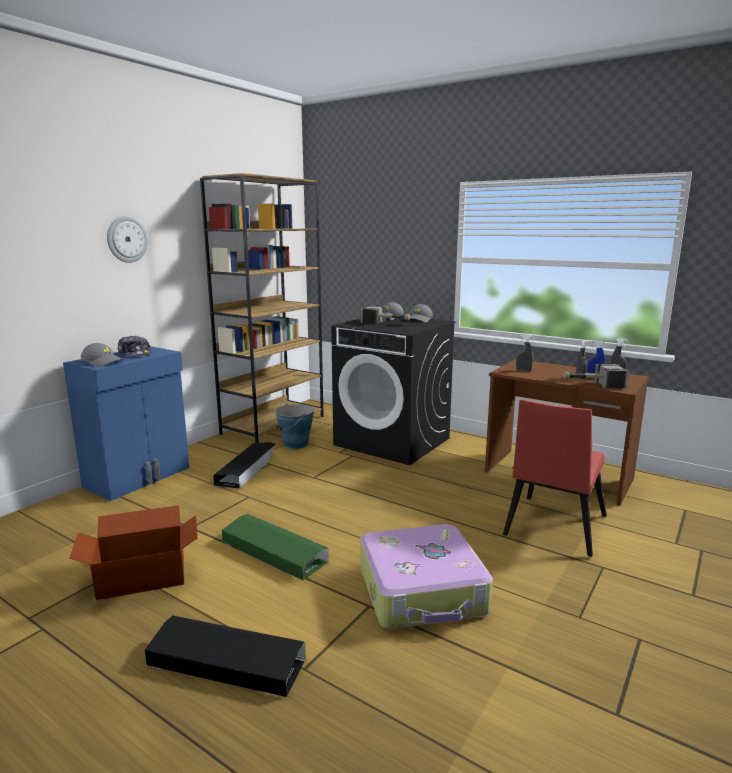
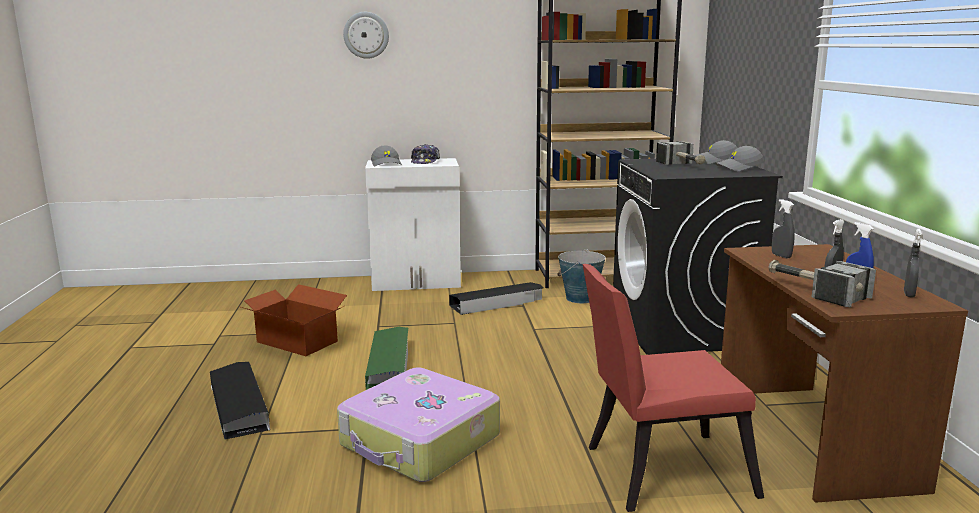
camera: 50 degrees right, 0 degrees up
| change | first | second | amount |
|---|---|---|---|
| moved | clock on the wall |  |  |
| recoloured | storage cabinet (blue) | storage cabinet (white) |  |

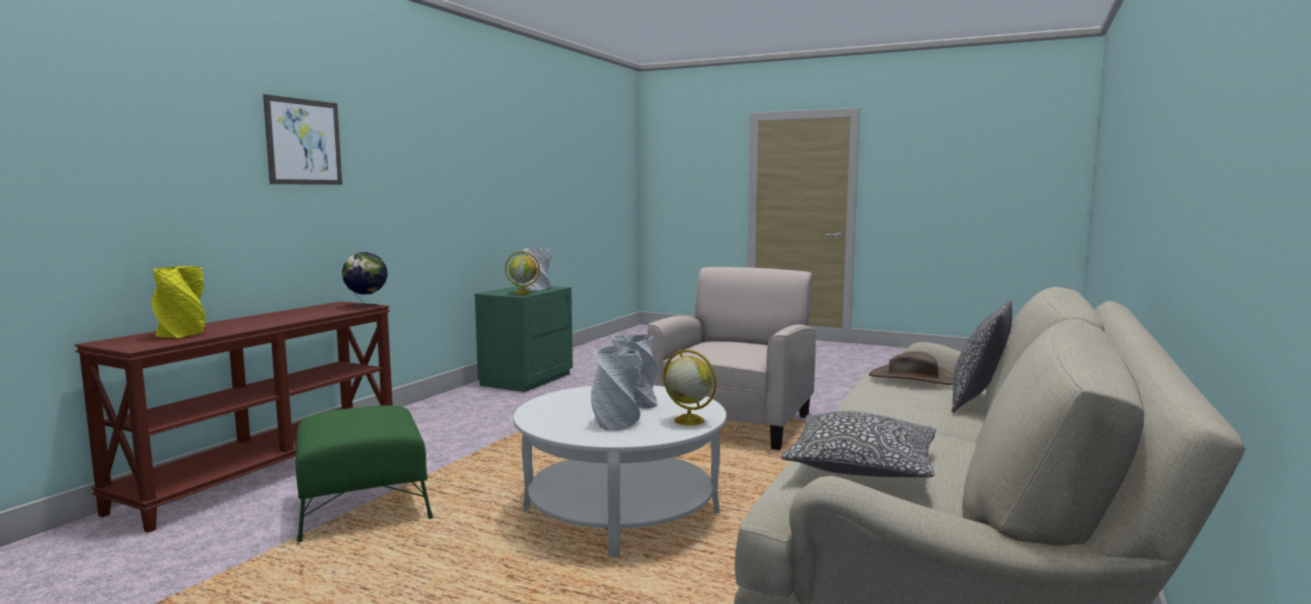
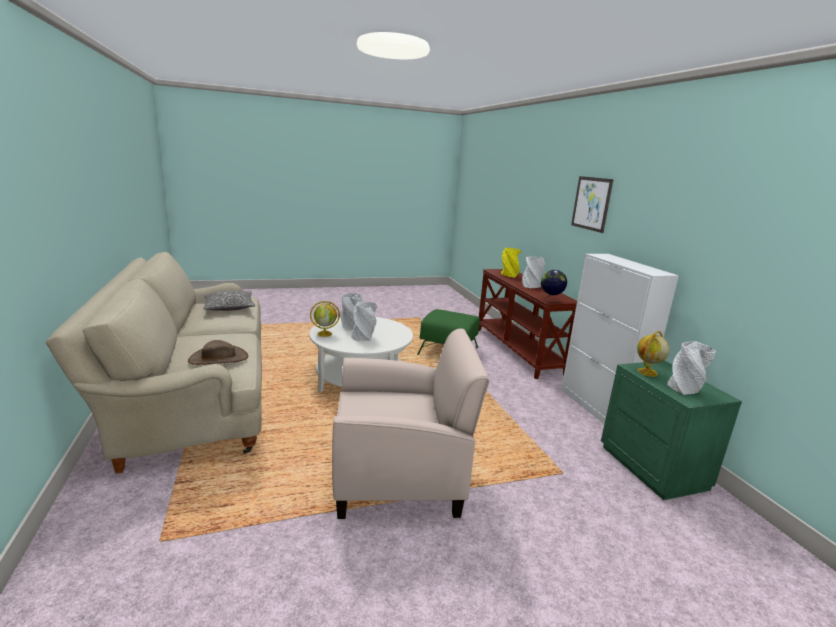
camera: 135 degrees right, 10 degrees up
| change | first | second | amount |
|---|---|---|---|
| turned | armchair (beige-coloured) |  | 75 degrees counterclockwise |
| removed | pillow (2nd from left) |  |  |
| added |  | storage cabinet (white) |  |
| added |  | vase (gray) (3rd from left) |  |

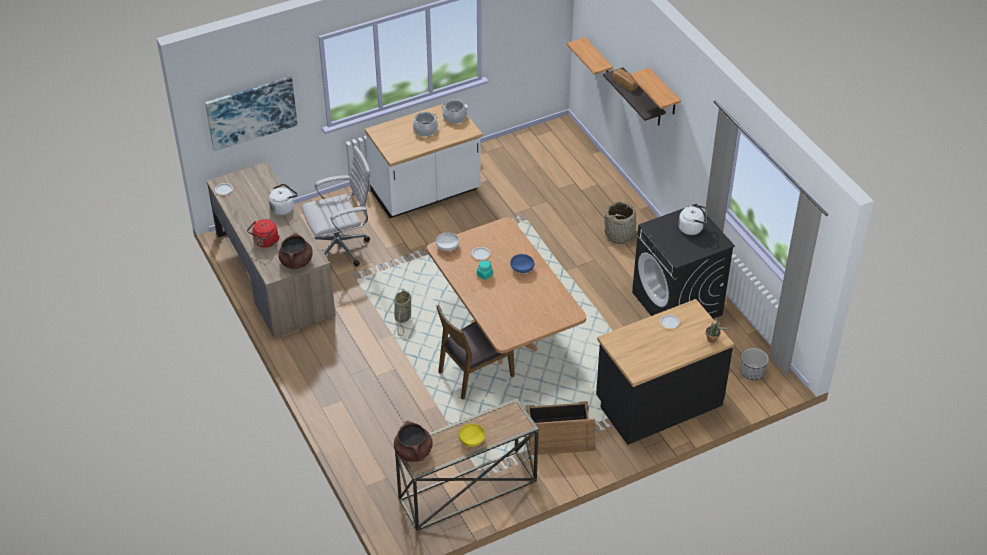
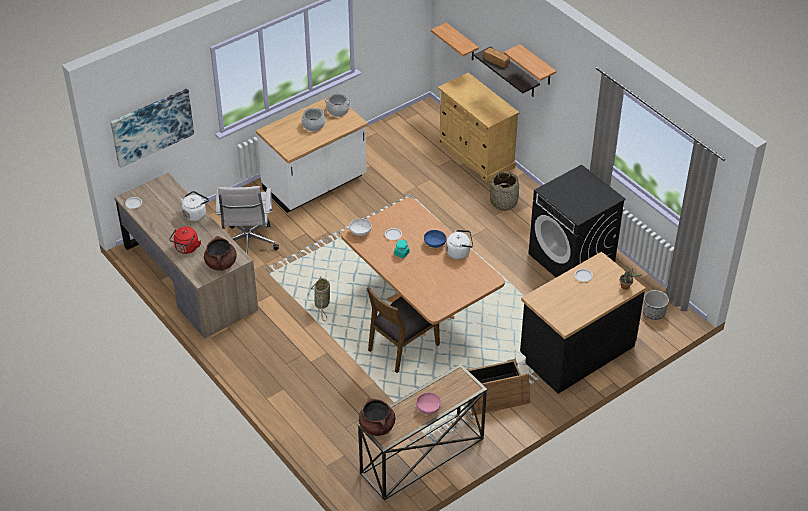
camera: 10 degrees left, 0 degrees up
| change | first | second | amount |
|---|---|---|---|
| turned | desk chair (white) |  | 120 degrees clockwise |
| moved | kettle (white) (2nd from left) |  |  |
| recoloured | deep dish (yellow-coloured) | deep dish (pinkish) |  |
| added |  | storage cabinet (beige-coloured) |  |

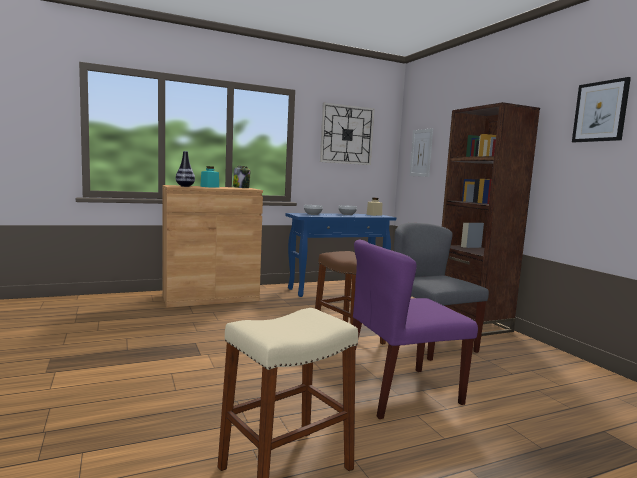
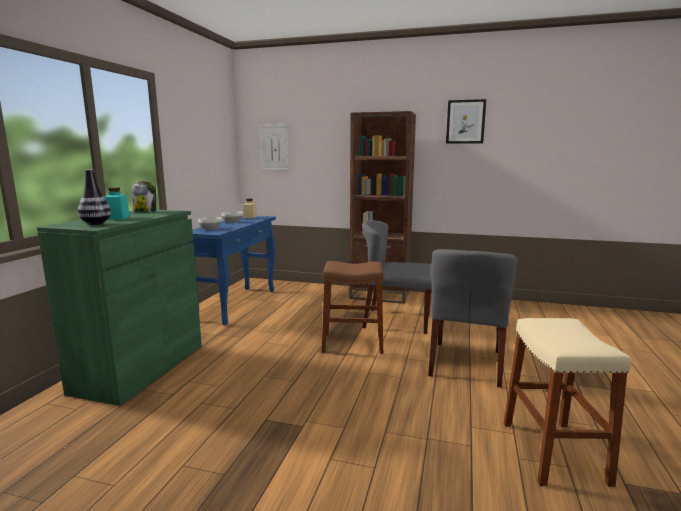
camera: 50 degrees left, 5 degrees up
| change | first | second | amount |
|---|---|---|---|
| removed | clock on the wall |  |  |
| recoloured | storage cabinet (brownish) | storage cabinet (greenish) |  |
| recoloured | chair (purple-coloured) | chair (gray) (2nd from left) |  |

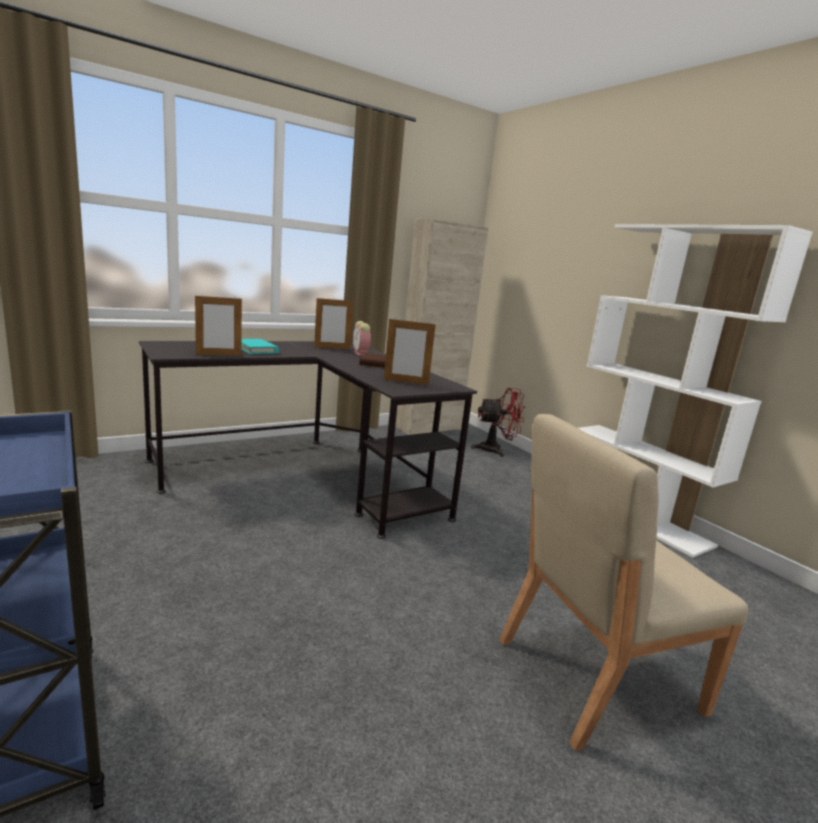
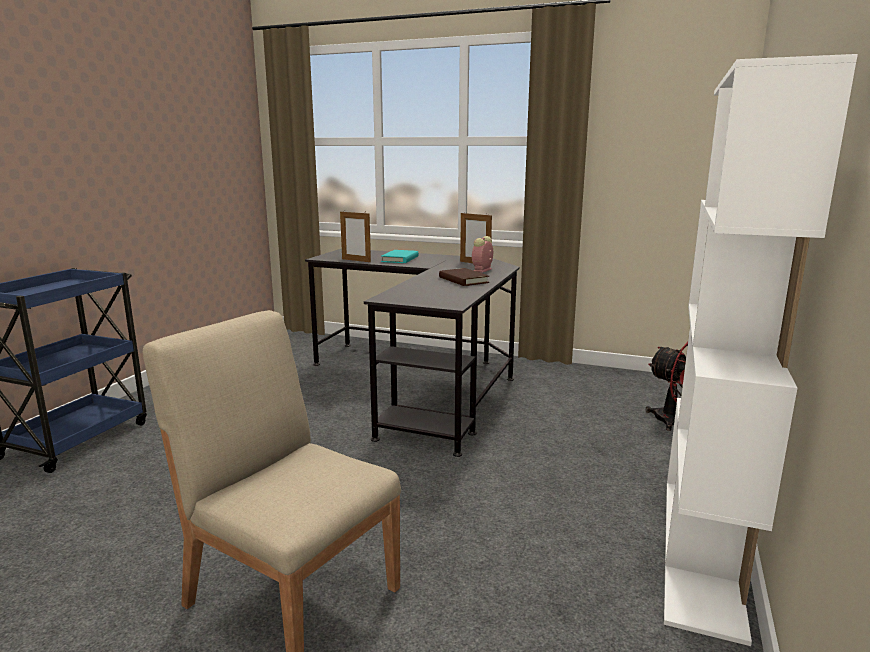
camera: 55 degrees right, 0 degrees up
| change | first | second | amount |
|---|---|---|---|
| removed | storage cabinet (beige-coloured) |  |  |
| removed | standing frame (3rd from left) |  |  |

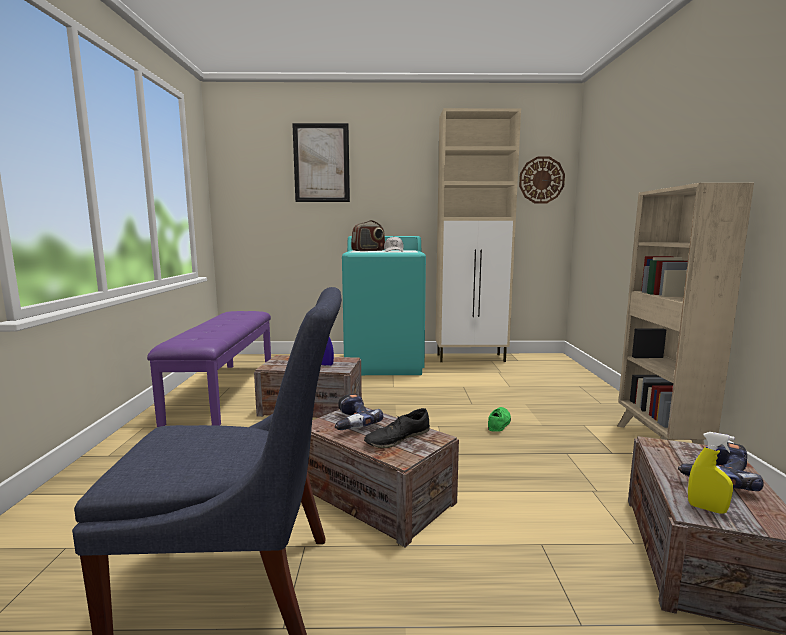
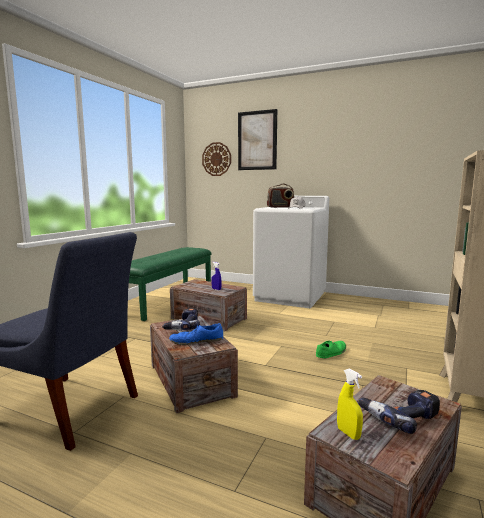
camera: 25 degrees right, 0 degrees up
| change | first | second | amount |
|---|---|---|---|
| removed | storage cabinet (beige-coloured) |  |  |
| moved | clock on the wall |  |  |
| recoloured | washing machine (blue-green) | washing machine (white) |  |
| recoloured | indoor bench (purple-coloured) | indoor bench (greenish) |  |
| recoloured | shoe (blackish) | shoe (blue) |  |

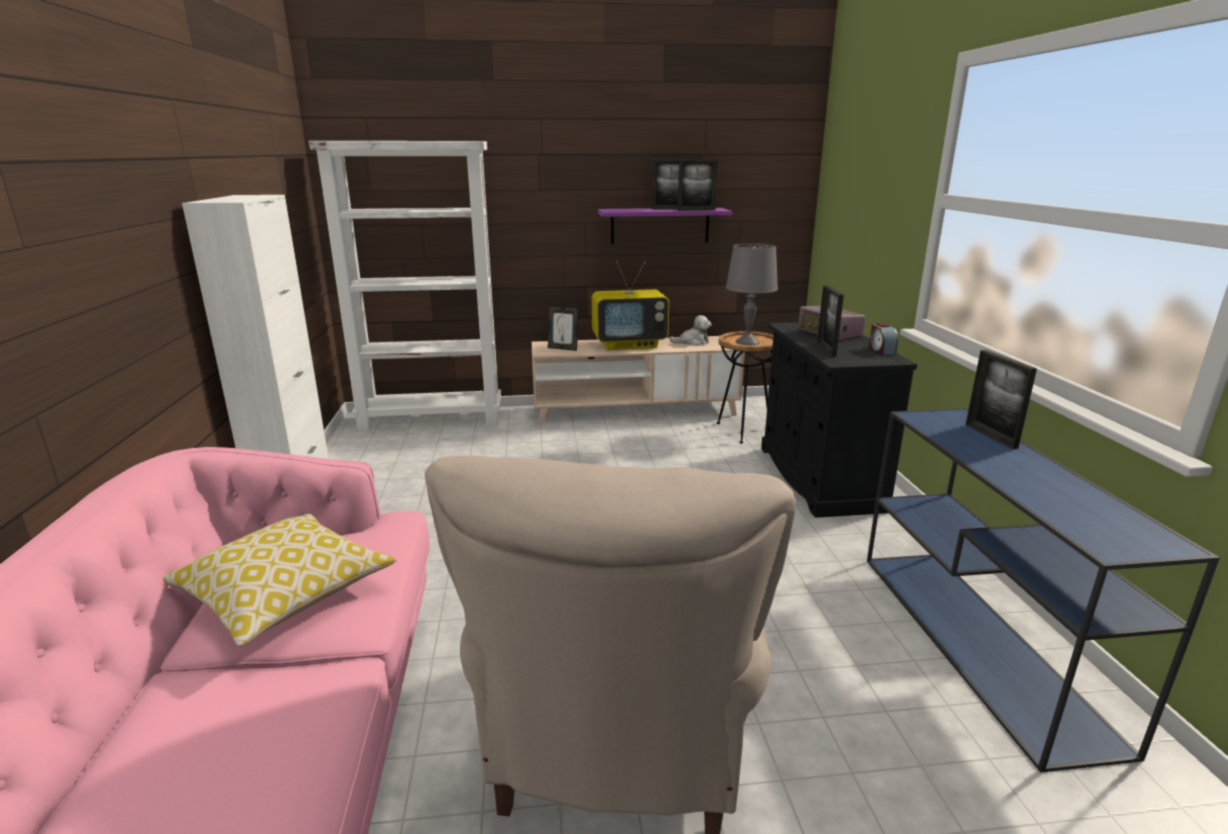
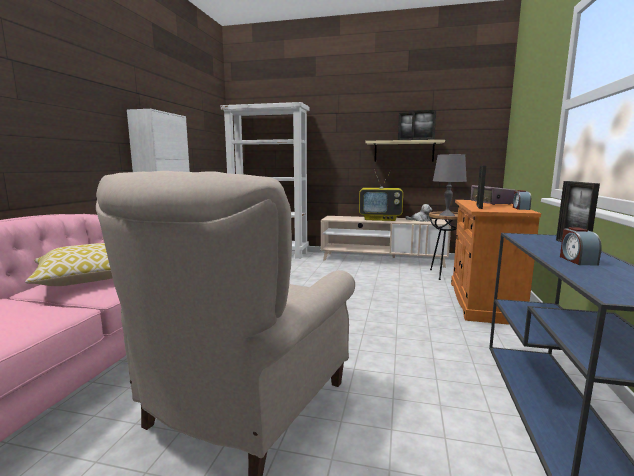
camera: 20 degrees right, 10 degrees down
| change | first | second | amount |
|---|---|---|---|
| recoloured | shelf (purple-coloured) | shelf (beige-coloured) |  |
| removed | standing frame (1st from left) |  |  |
| recoloured | storage cabinet (blackish) | storage cabinet (orangey) |  |
| added |  | table clock (2nd from left) |  |

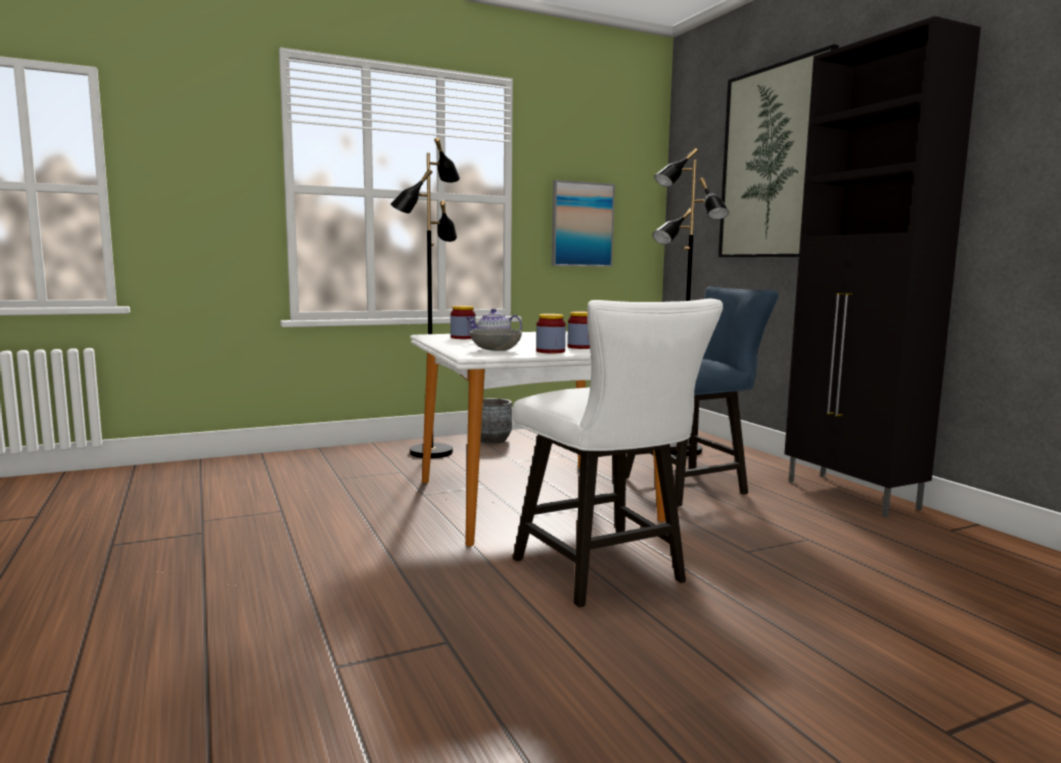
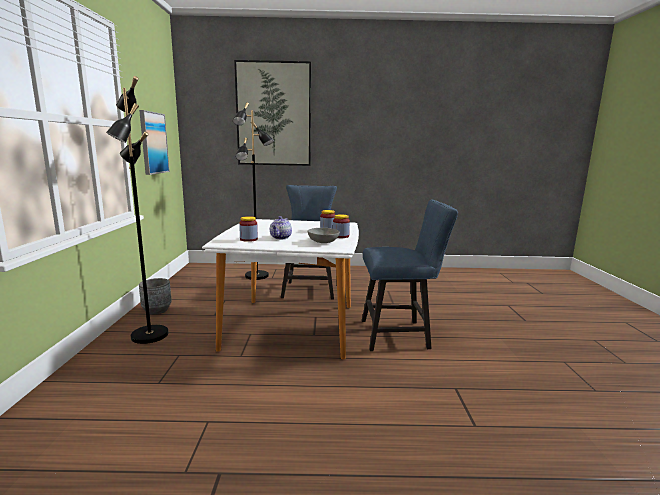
camera: 65 degrees left, 5 degrees up
| change | first | second | amount |
|---|---|---|---|
| removed | storage cabinet (blackish) |  |  |
| recoloured | chair (white) | chair (blue) (2nd from left) |  |

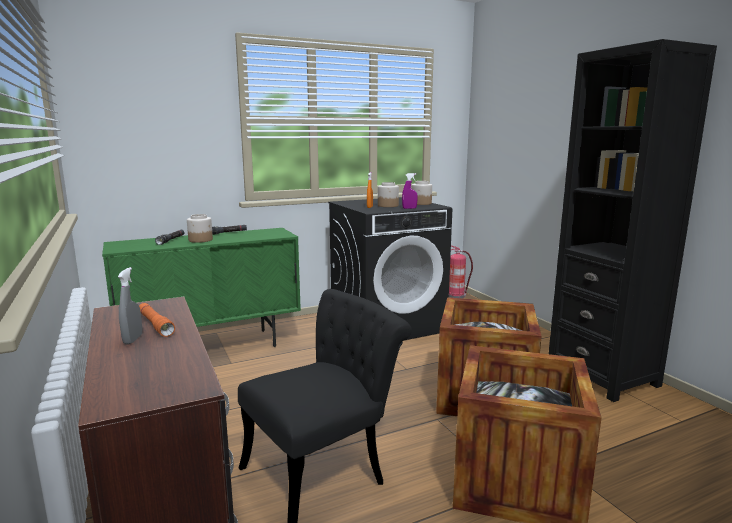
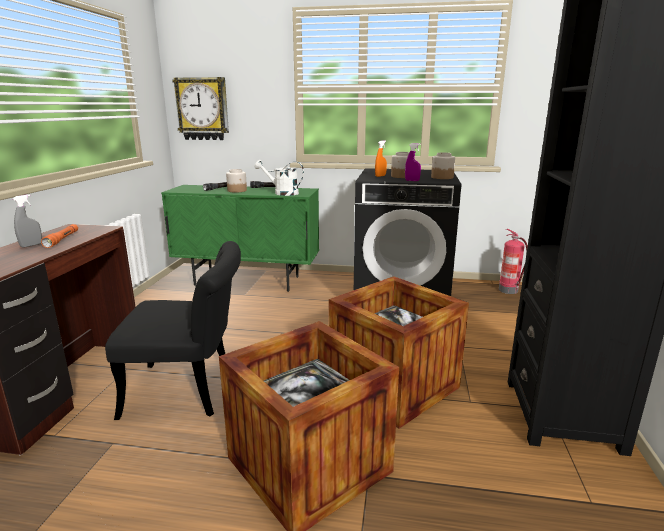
camera: 35 degrees right, 5 degrees up
| change | first | second | amount |
|---|---|---|---|
| added |  | clock on the wall |  |
| added |  | sprinkling can (white) |  |

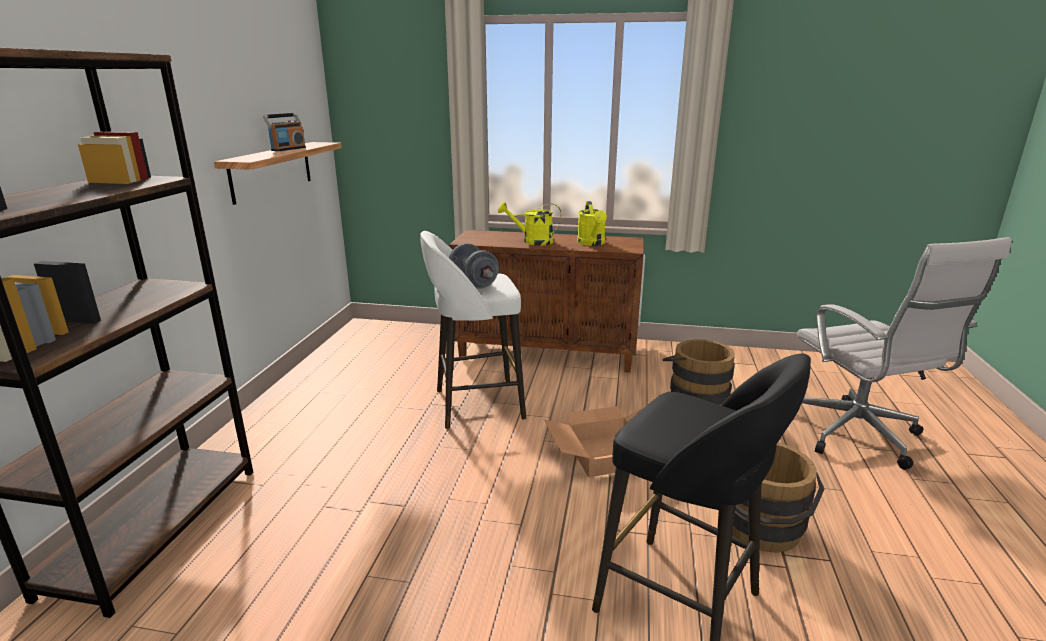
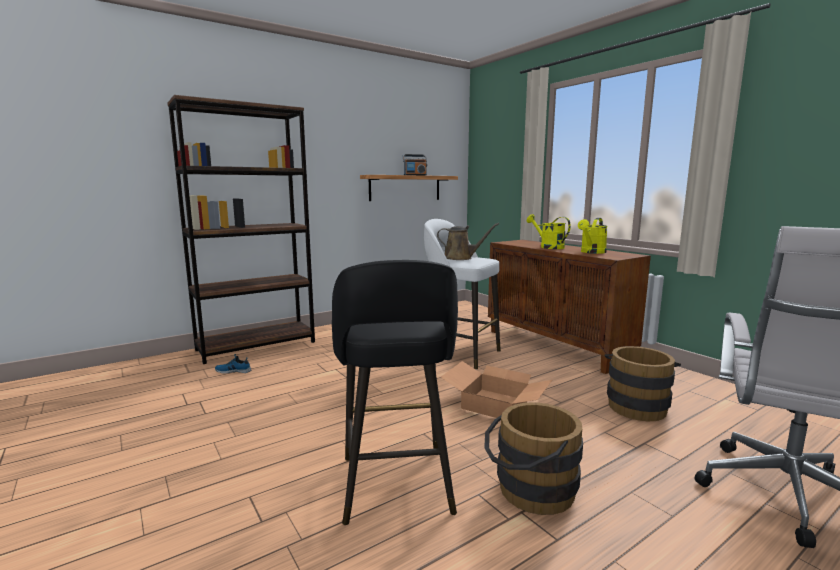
camera: 45 degrees right, 10 degrees down
| change | first | second | amount |
|---|---|---|---|
| replaced | free weight (gray) | sprinkling can (brownish) |  |
| added |  | shoe |  |

